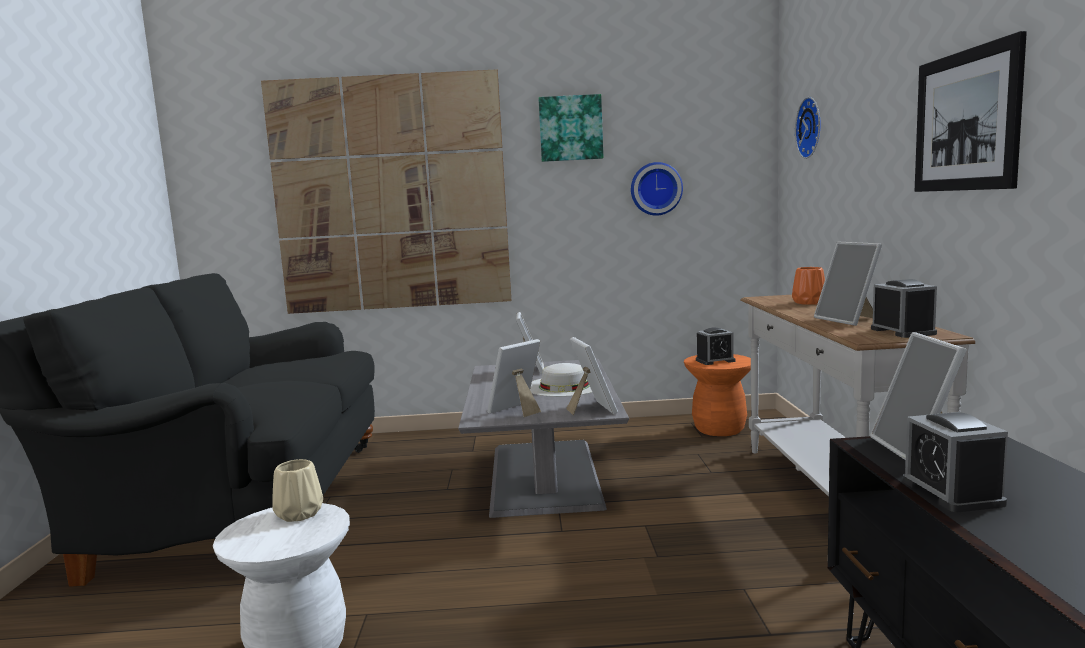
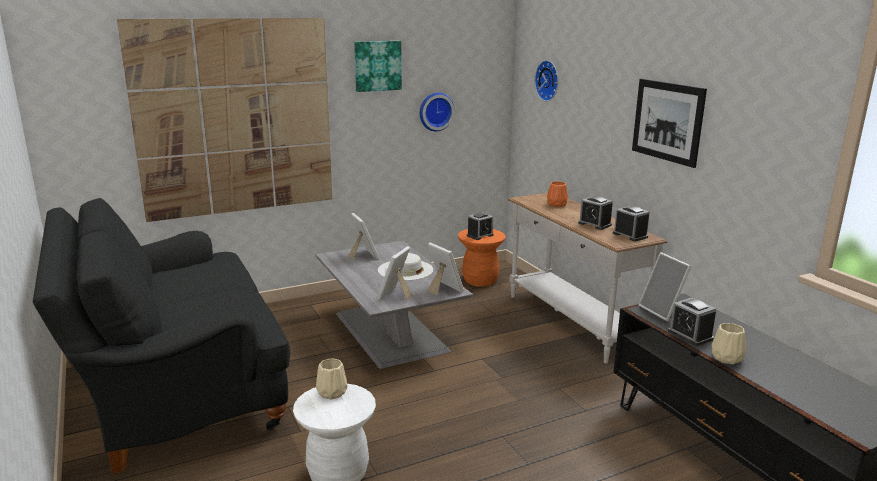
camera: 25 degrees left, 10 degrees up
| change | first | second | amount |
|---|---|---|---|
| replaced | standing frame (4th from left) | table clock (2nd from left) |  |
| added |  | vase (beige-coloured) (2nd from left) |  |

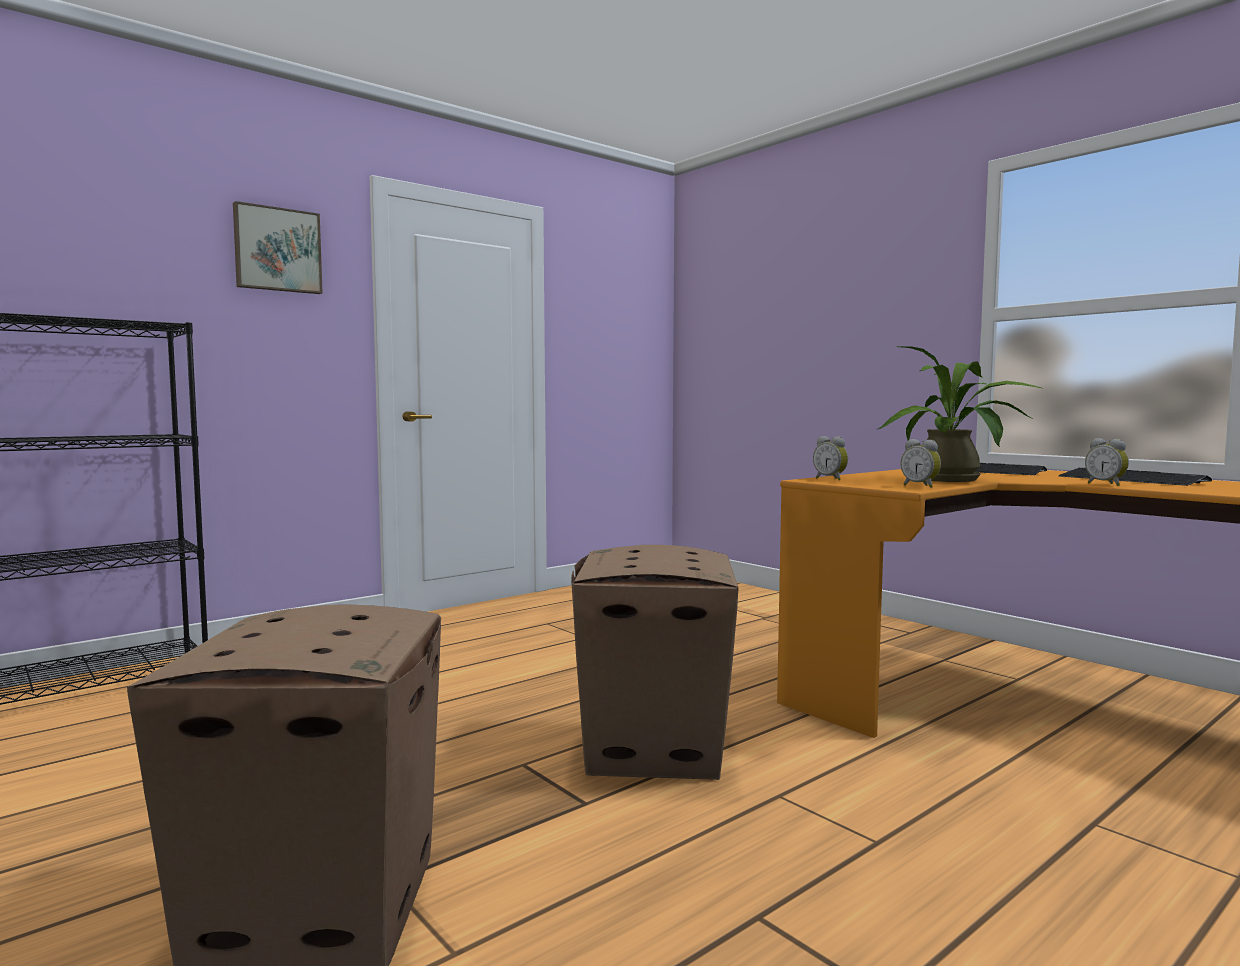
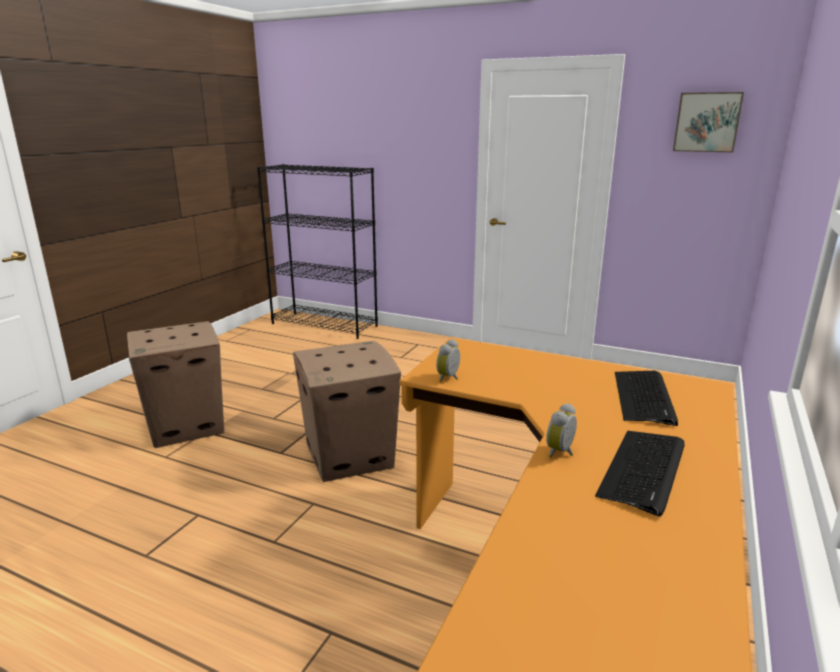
camera: 65 degrees right, 15 degrees up
| change | first | second | amount |
|---|---|---|---|
| moved | wall picture |  |  |
| removed | plant in a pot |  |  |
| removed | table clock (1st from left) |  |  |

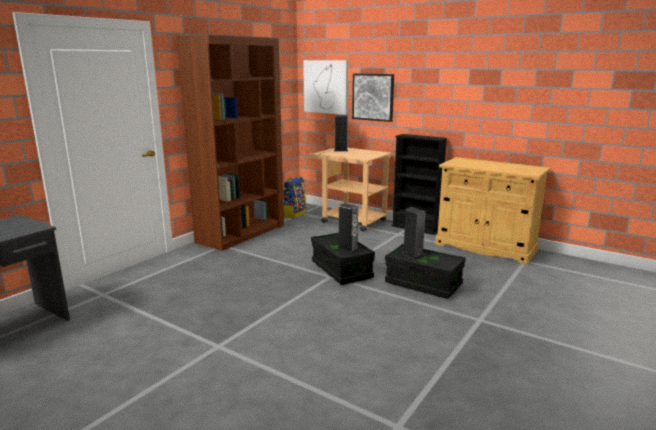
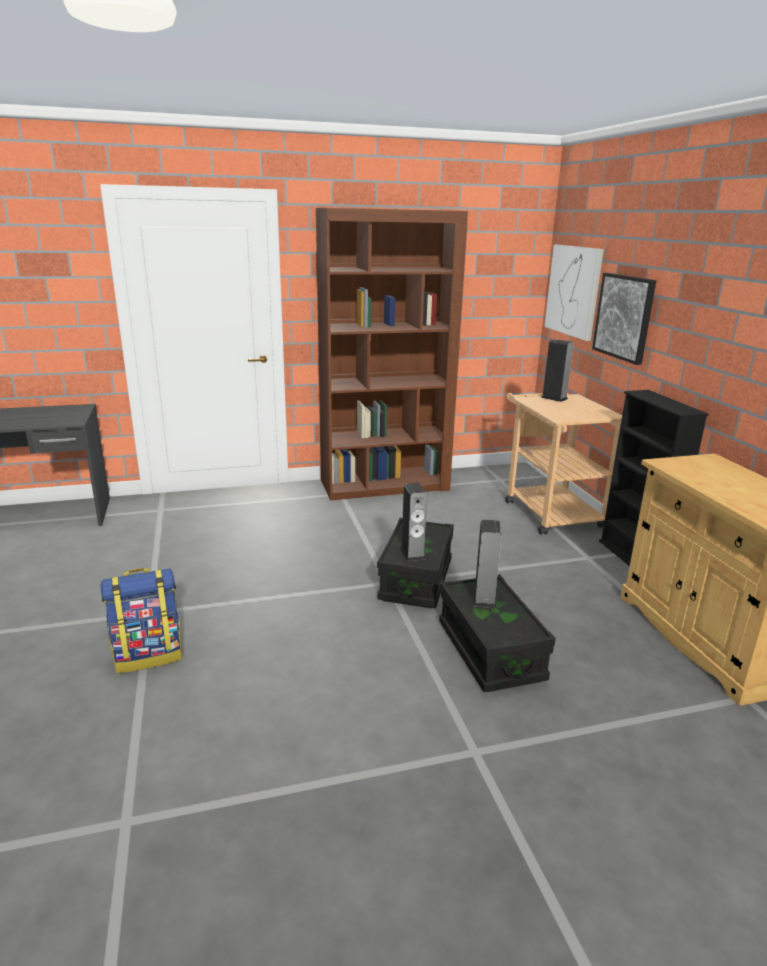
camera: 40 degrees right, 5 degrees up
| change | first | second | amount |
|---|---|---|---|
| moved | rucksack |  |  |

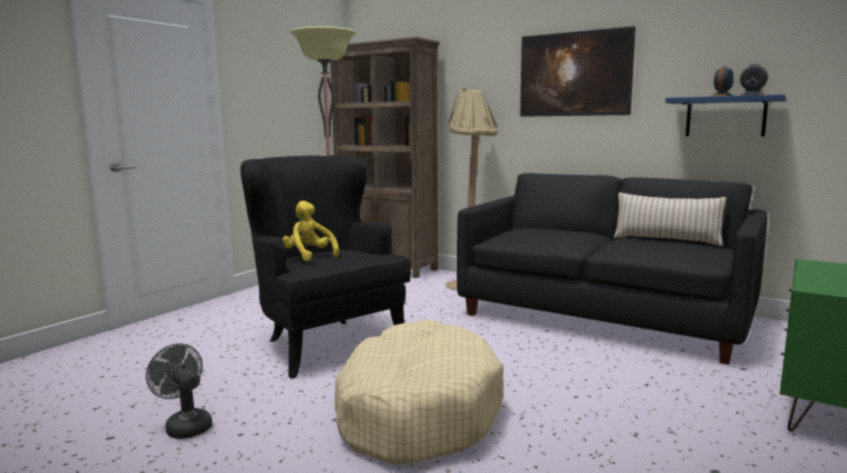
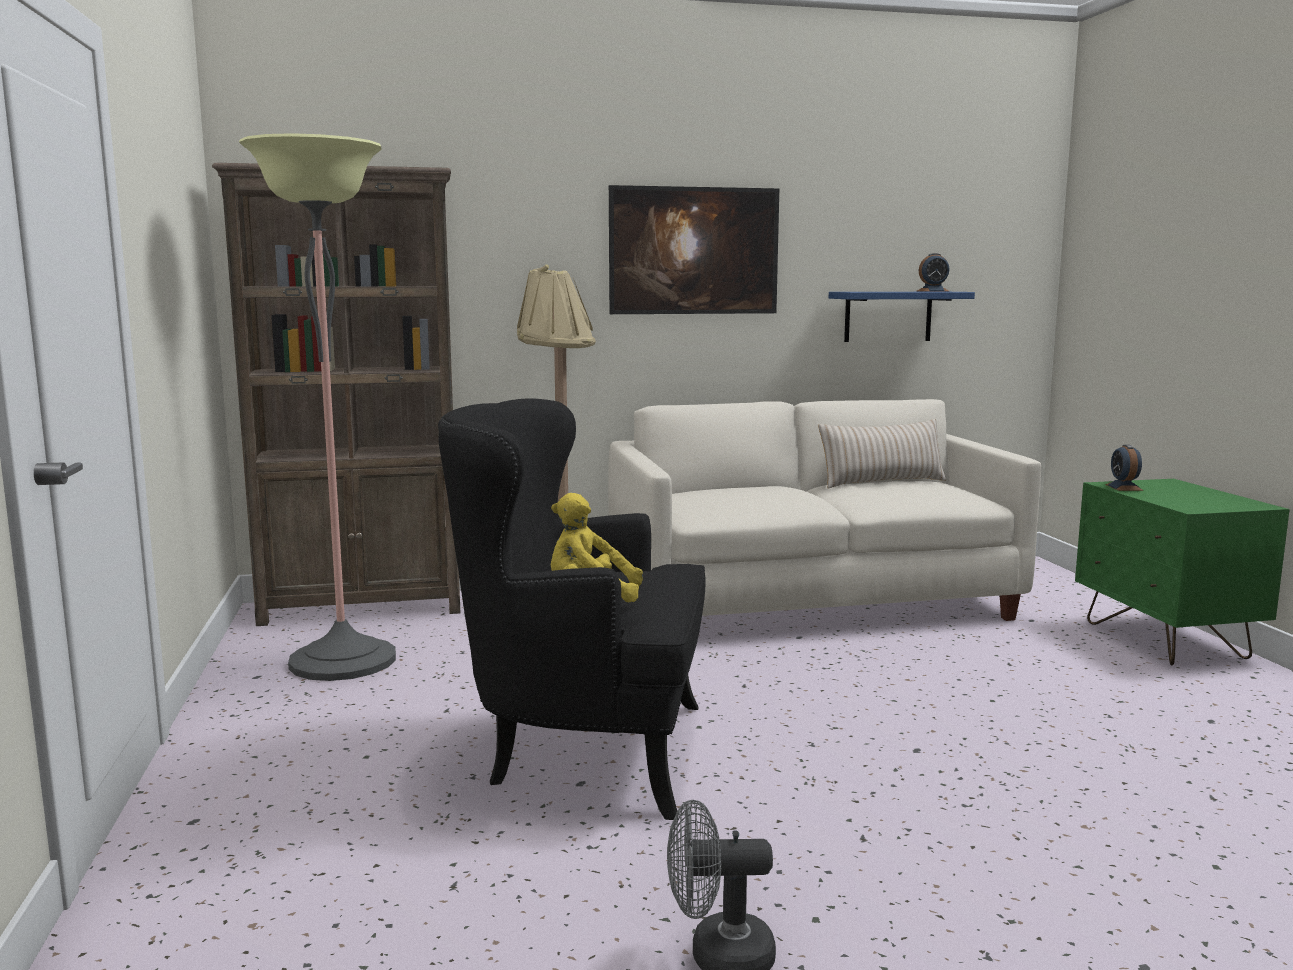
camera: 45 degrees left, 0 degrees up
| change | first | second | amount |
|---|---|---|---|
| moved | table clock (1st from left in the first image) | table clock (2nd from left) |  |
| recoloured | sofa (blackish) | sofa (white) |  |
| removed | dog cushion (beige-coloured) |  |  |

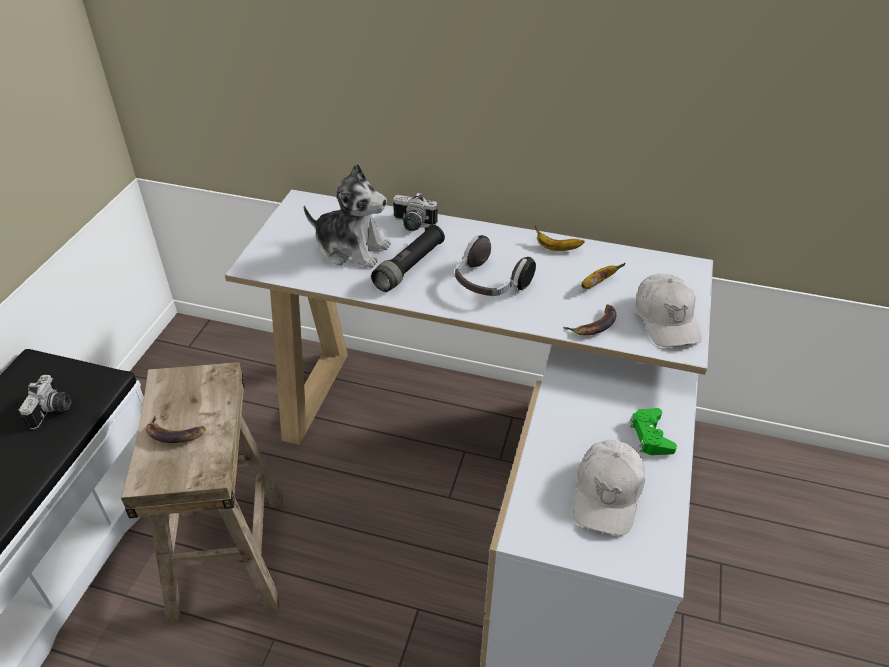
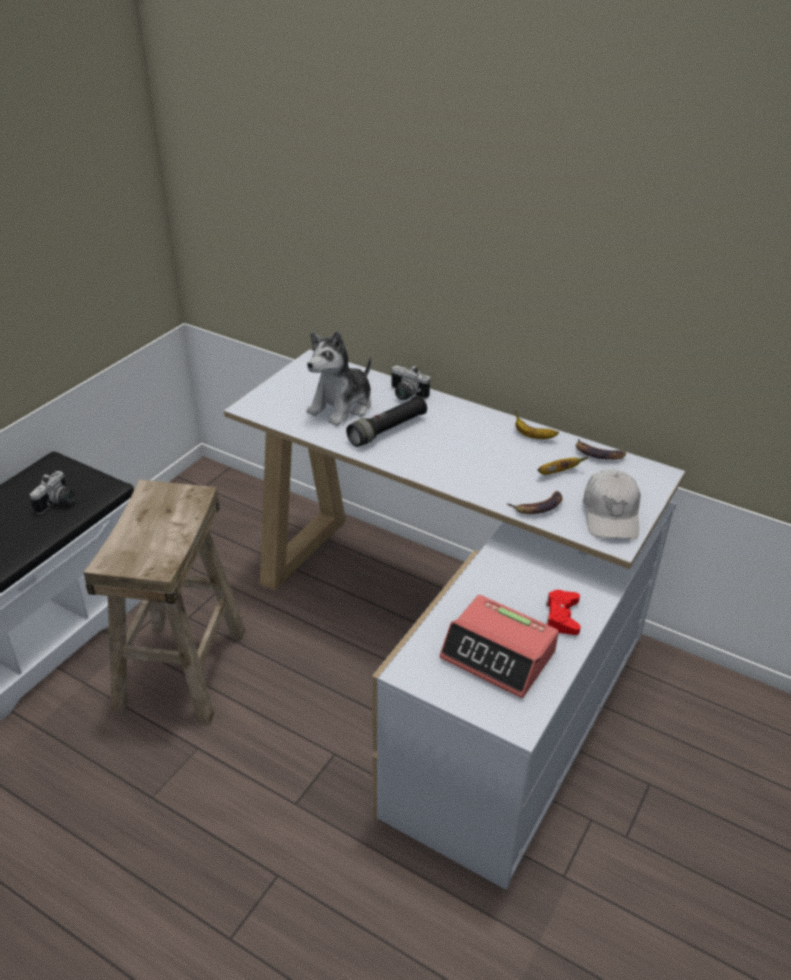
camera: 15 degrees right, 5 degrees down
| change | first | second | amount |
|---|---|---|---|
| turned | plush toy |  | 90 degrees clockwise |
| removed | headphones |  |  |
| recoloured | gamepad (greenish) | gamepad (red-coloured) |  |
| moved | whole banana (1st from left in the first image) | whole banana (4th from left) |  |
| replaced | peaked cap (white) (1st from left) | table clock |  |

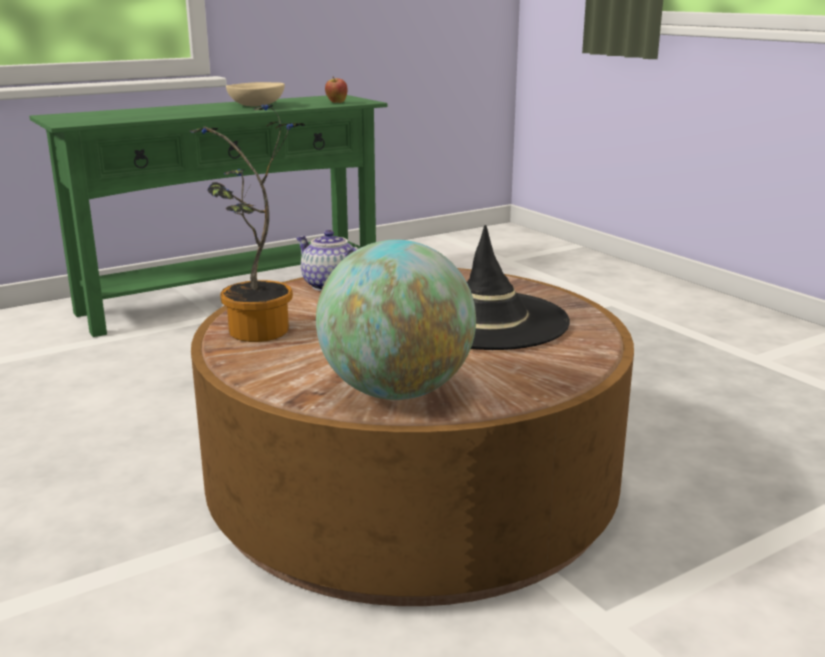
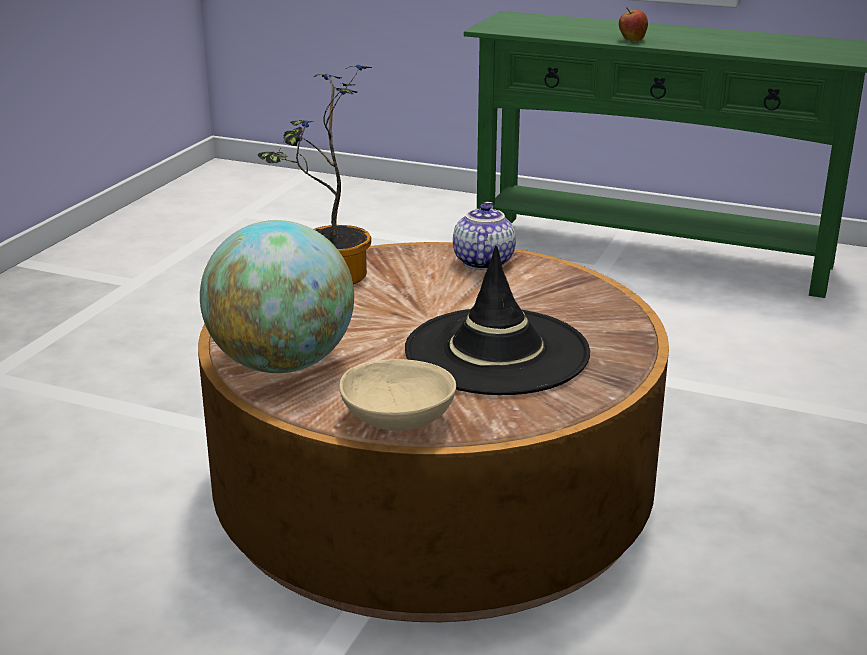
camera: 55 degrees right, 5 degrees up
| change | first | second | amount |
|---|---|---|---|
| moved | apple |  |  |
| moved | deep dish (beige-coloured) |  |  |

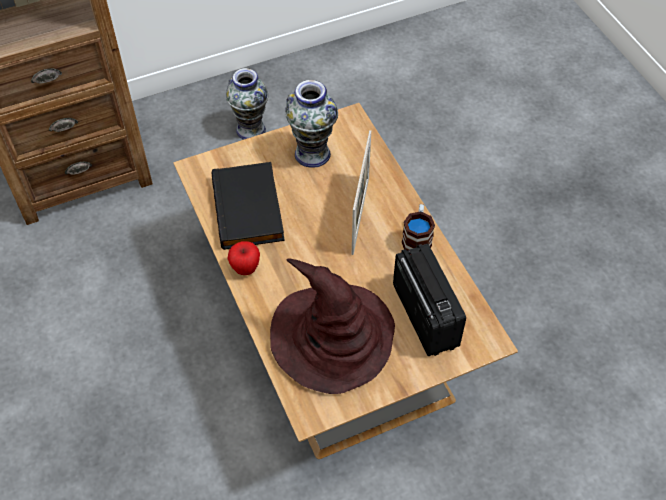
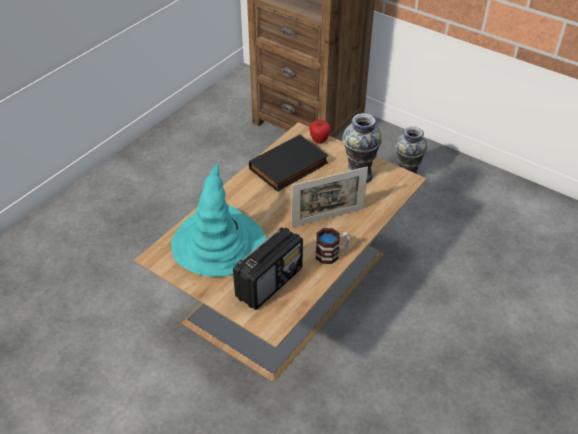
camera: 60 degrees right, 10 degrees down
| change | first | second | amount |
|---|---|---|---|
| moved | apple |  |  |
| recoloured | hat (brownish) | hat (blue-green) |  |

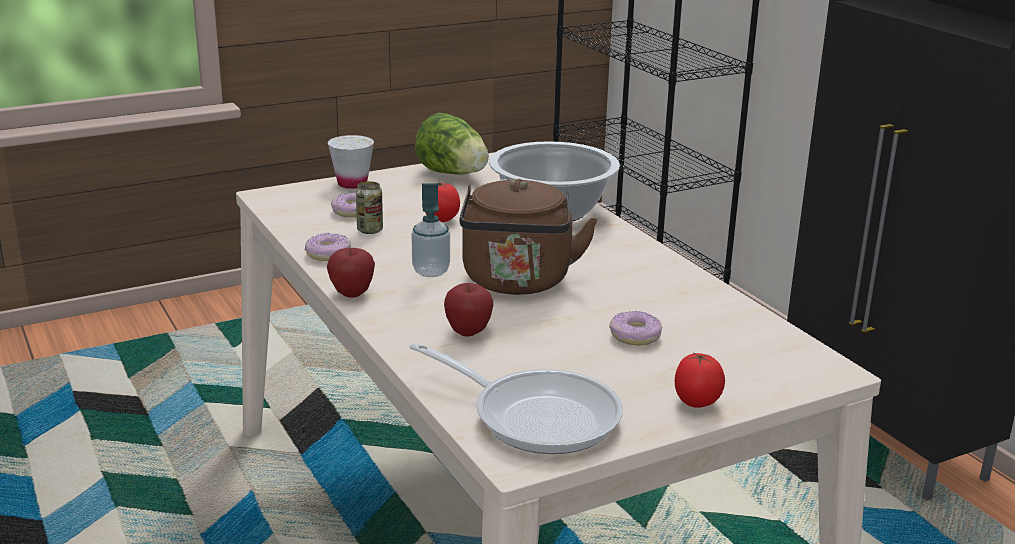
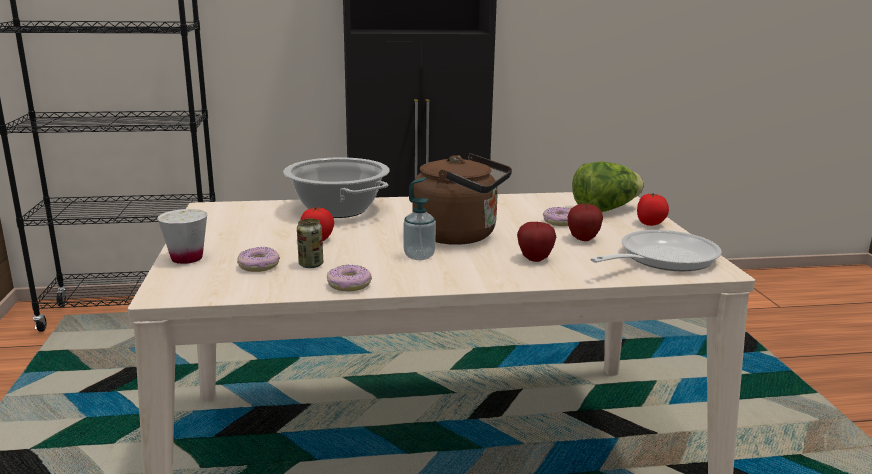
camera: 70 degrees left, 5 degrees down
| change | first | second | amount |
|---|---|---|---|
| moved | lettuce head |  |  |
| moved | apple (1st from left in the first image) | apple (2nd from left) |  |

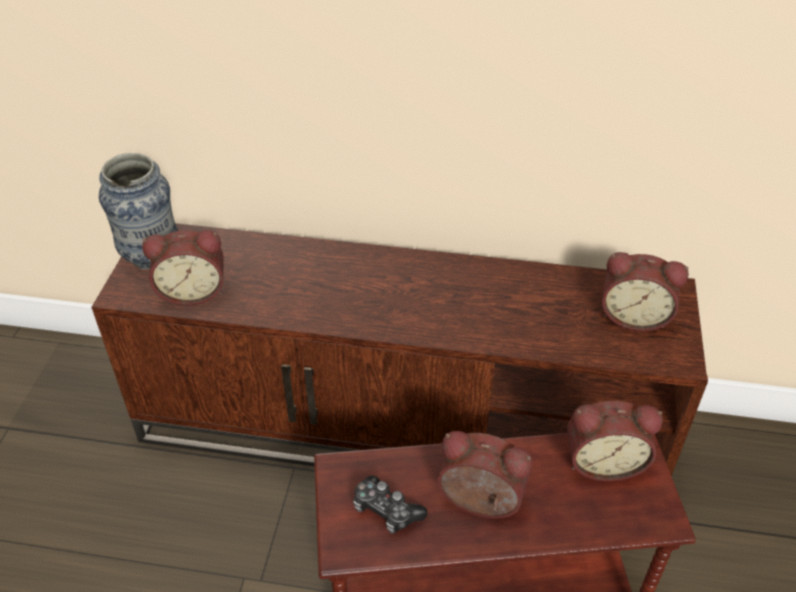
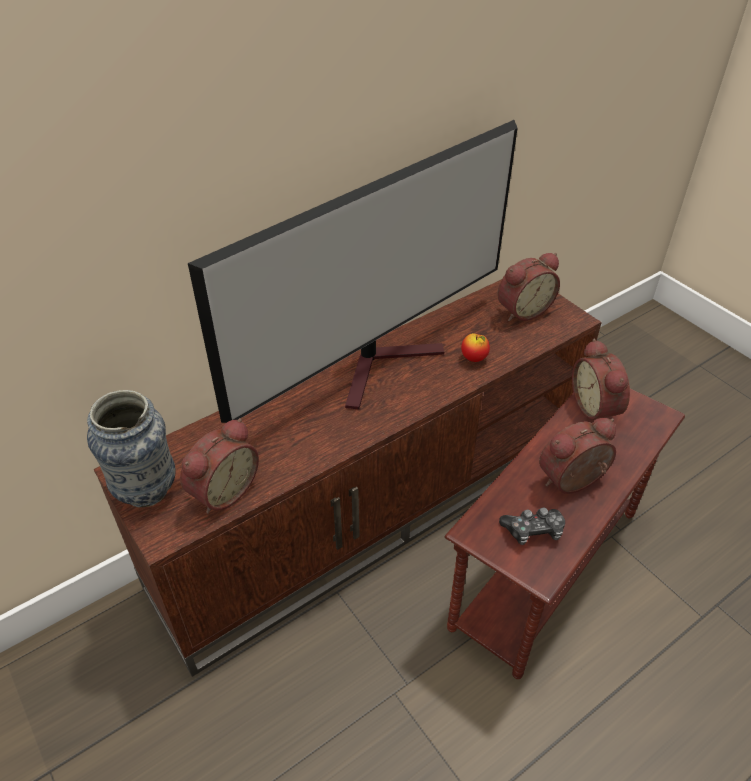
camera: 45 degrees left, 0 degrees up
| change | first | second | amount |
|---|---|---|---|
| turned | table clock (3rd from left in the first image) | table clock (4th from left) | 120 degrees clockwise |
| added |  | TV set |  |
| added |  | apple |  |

